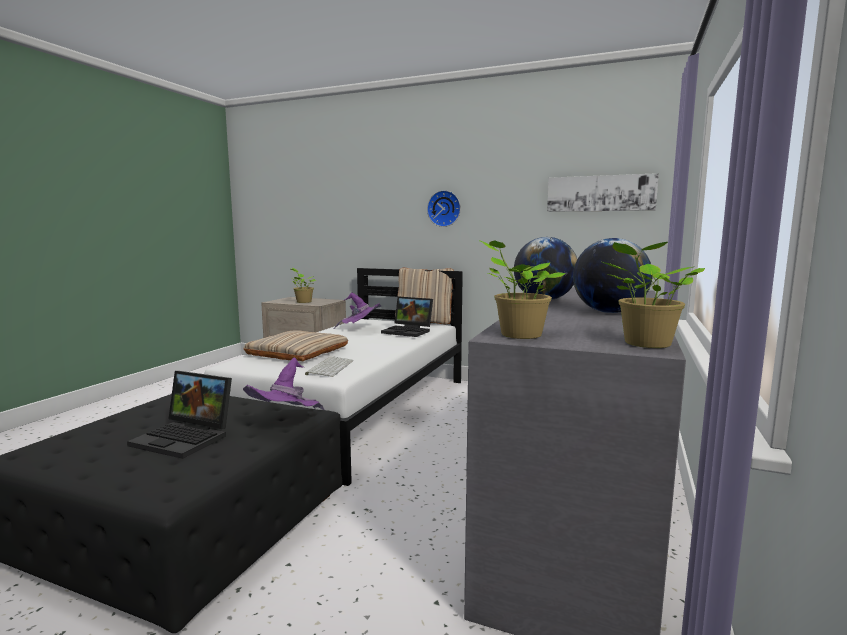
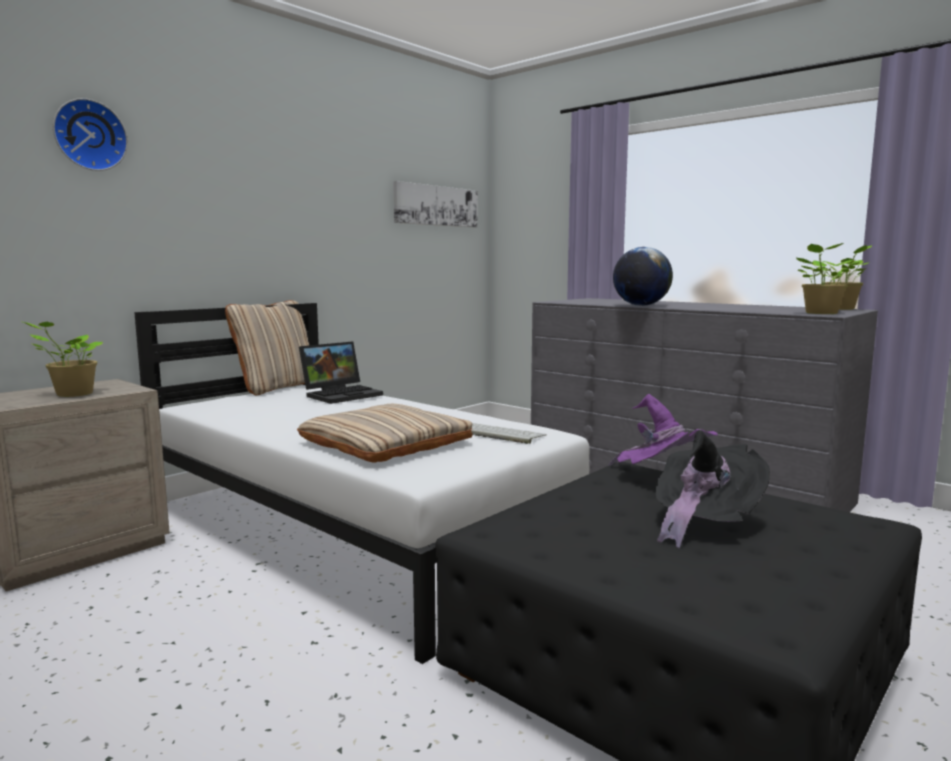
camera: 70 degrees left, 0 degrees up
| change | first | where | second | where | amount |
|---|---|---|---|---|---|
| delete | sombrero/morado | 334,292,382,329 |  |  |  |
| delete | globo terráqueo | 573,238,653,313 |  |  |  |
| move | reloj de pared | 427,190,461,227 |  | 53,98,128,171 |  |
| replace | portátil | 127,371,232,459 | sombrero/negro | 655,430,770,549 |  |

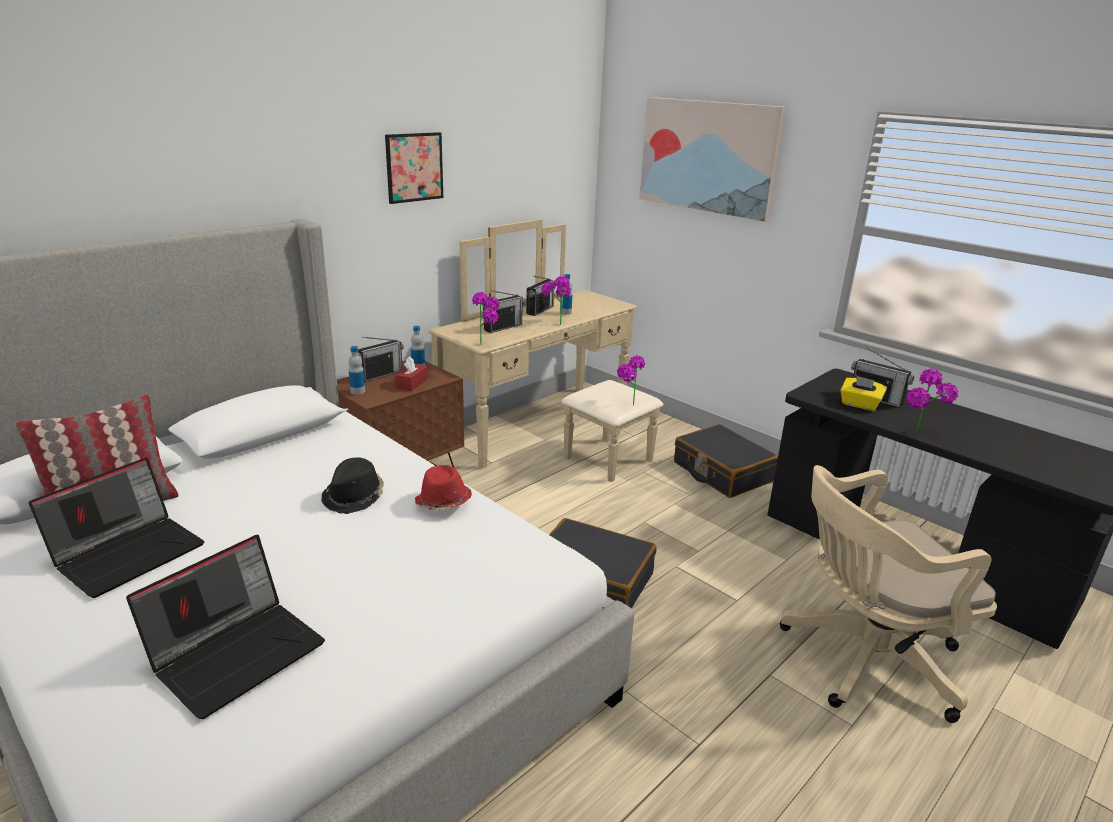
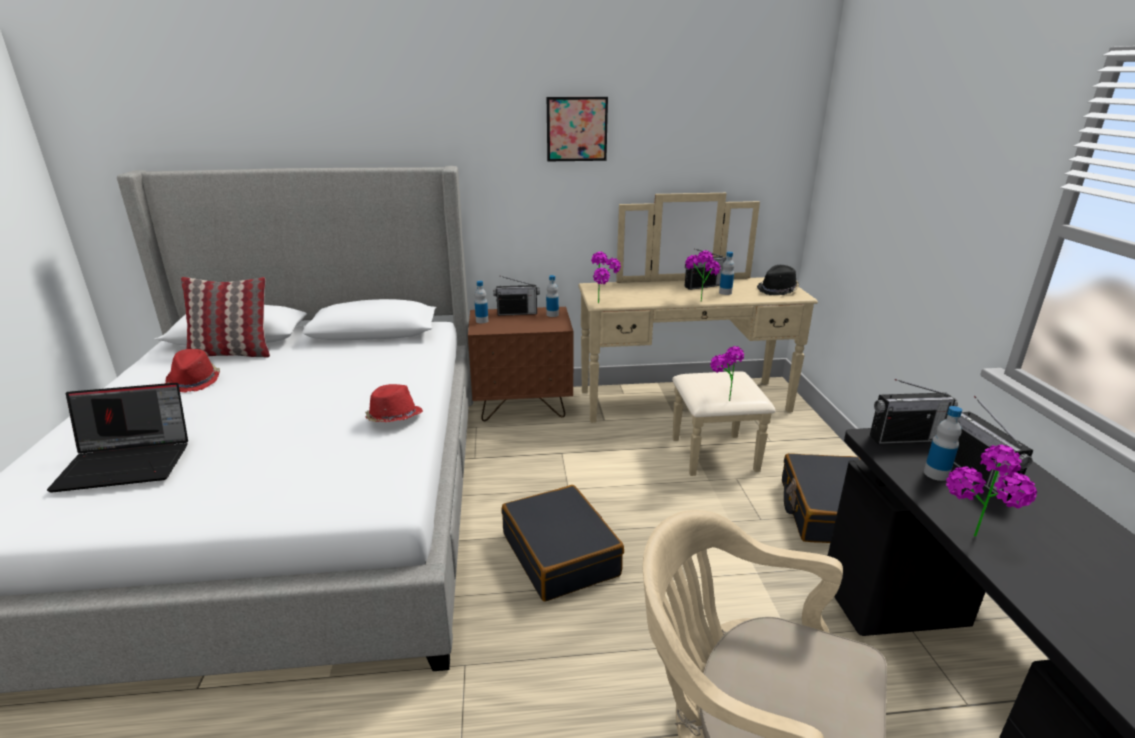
camera: 40 degrees right, 0 degrees up
| change | first | where | second | where | amount |
|---|---|---|---|---|---|
| delete | caja de pañuelos/rojo | 395,356,428,391 |  |  |  |
| delete | cuadro | 639,97,786,222 |  |  |  |
| move | sombrero/negro | 321,458,384,514 |  | 757,265,799,295 |  |
| move | radio | 483,290,525,333 |  | 870,379,958,444 |  |
| replace | portátil | 29,457,204,598 | sombrero/rojo | 165,349,220,393 |  |
| replace | caja de pañuelos/amarillo | 841,376,887,411 | botella | 924,406,962,481 |  |

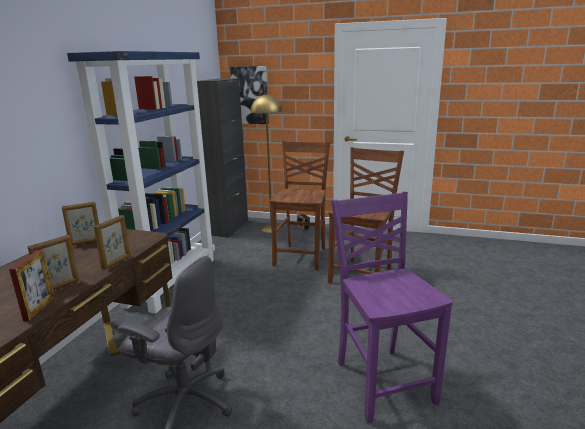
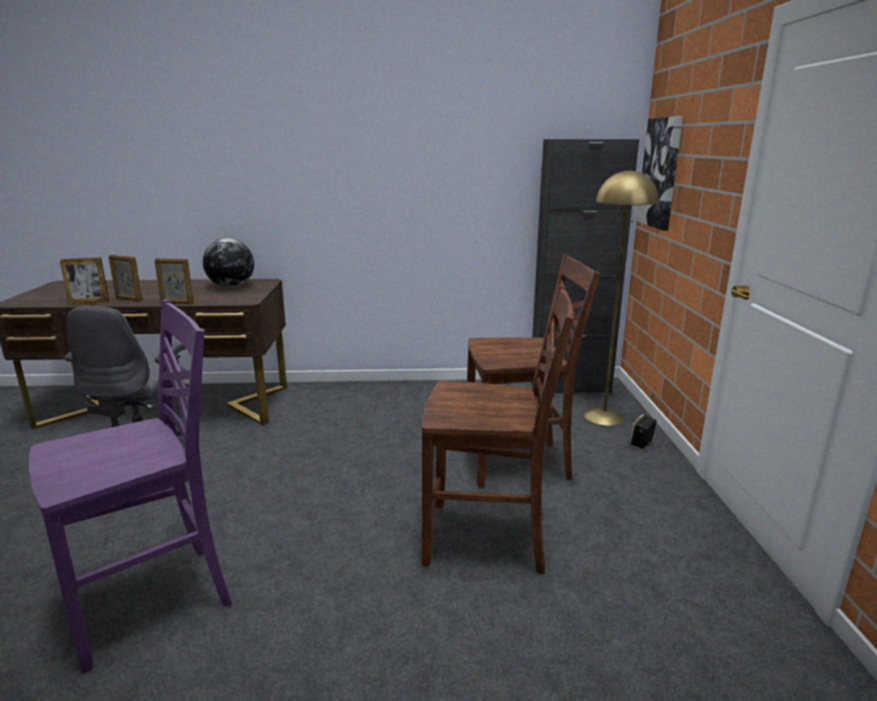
camera: 70 degrees right, 0 degrees up
| change | first | where | second | where | amount |
|---|---|---|---|---|---|
| delete | estantería/azul | 67,51,215,314 |  |  |  |
| replace | portarretratos | 62,202,99,245 | globo terráqueo | 203,238,254,288 |  |

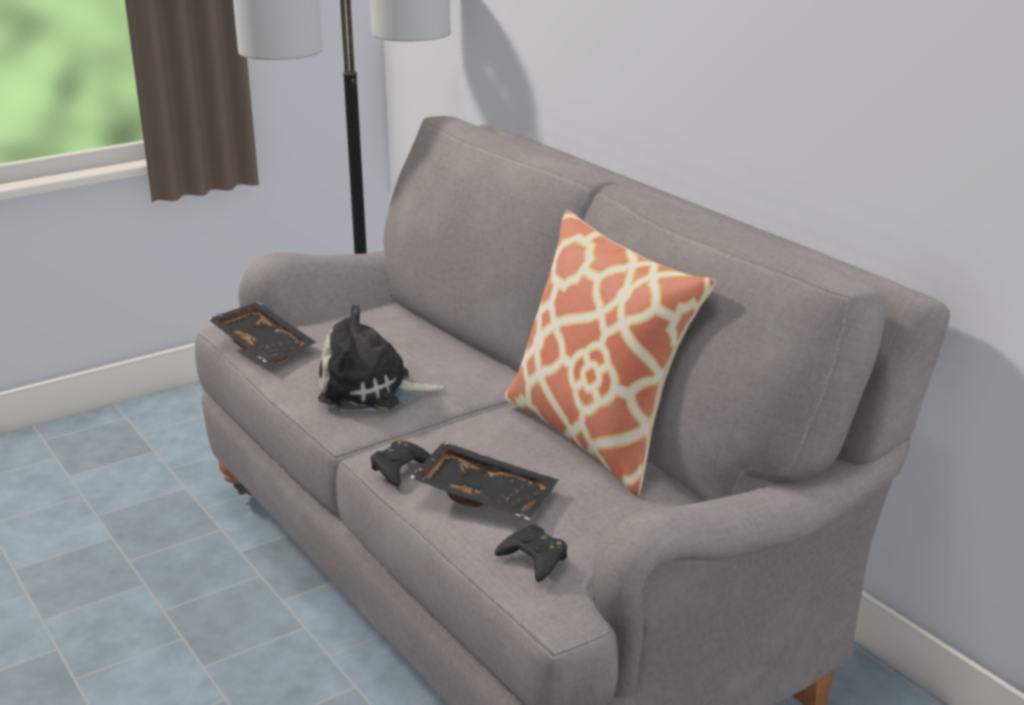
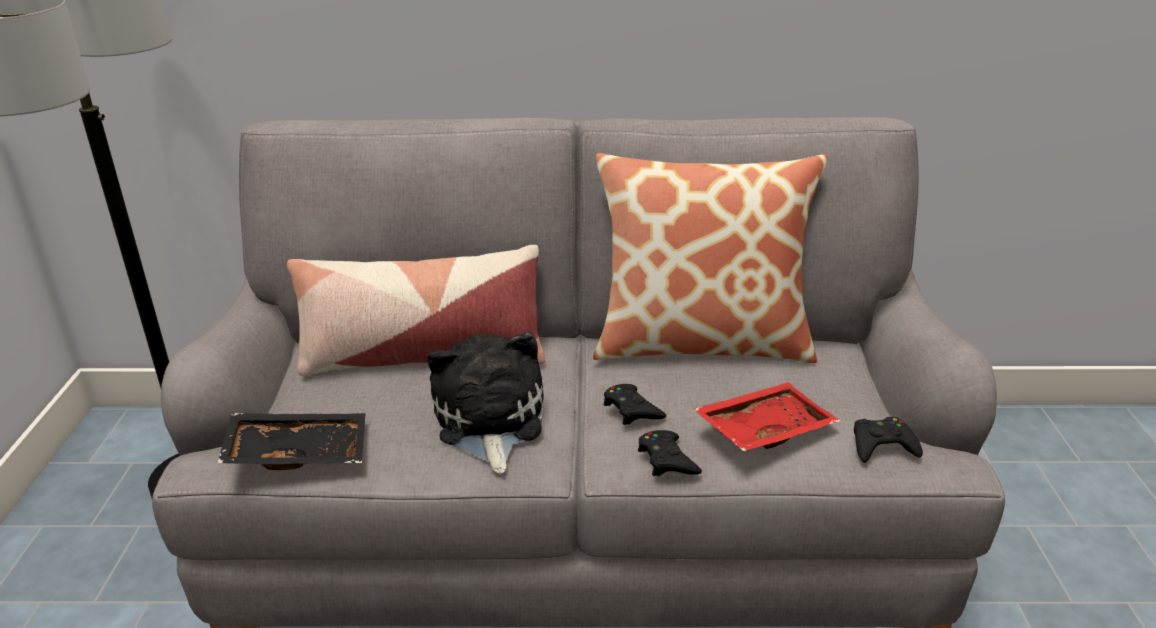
camera: 55 degrees left, 5 degrees up
| change | first | where | second | where | amount |
|---|---|---|---|---|---|
| insert |  |  | cojín | 287,245,545,376 |  |
| insert |  |  | mando de consola/negro | 604,384,666,425 |  |
| recolor | bandeja/negro | 409,441,558,520 | bandeja/rojo | 694,382,840,451 |  |
| rotate | peluche | 318,304,443,410 |  | 428,332,544,473 | 135 degrees clockwise |

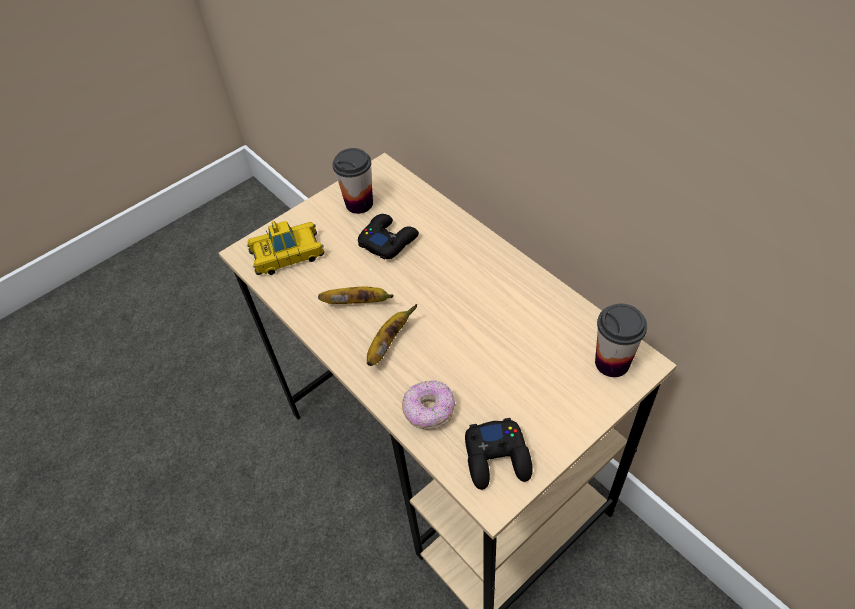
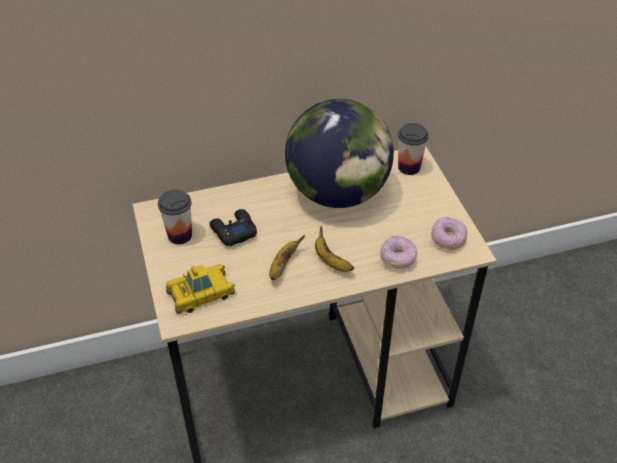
camera: 70 degrees left, 5 degrees down
| change | first | where | second | where | amount |
|---|---|---|---|---|---|
| insert |  |  | globo terráqueo | 285,99,394,208 |  |
| replace | mando de consola/negro | 465,418,532,490 | rosquilla | 431,217,468,250 |  |
| rotate | coche de juguete | 247,221,324,275 |  | 166,264,235,314 | 60 degrees clockwise |

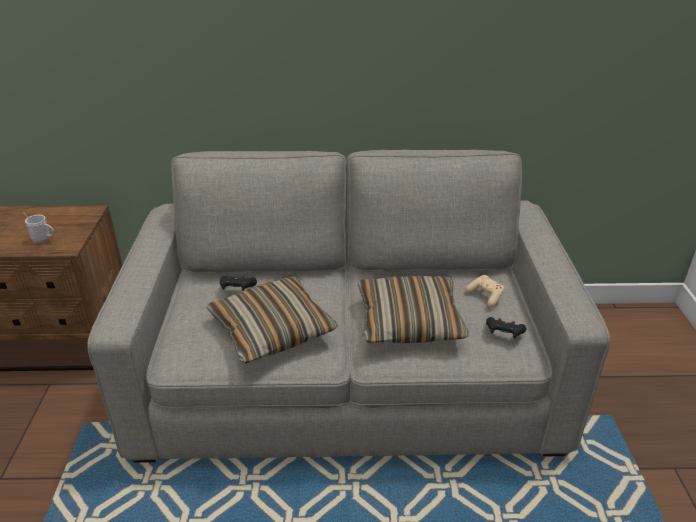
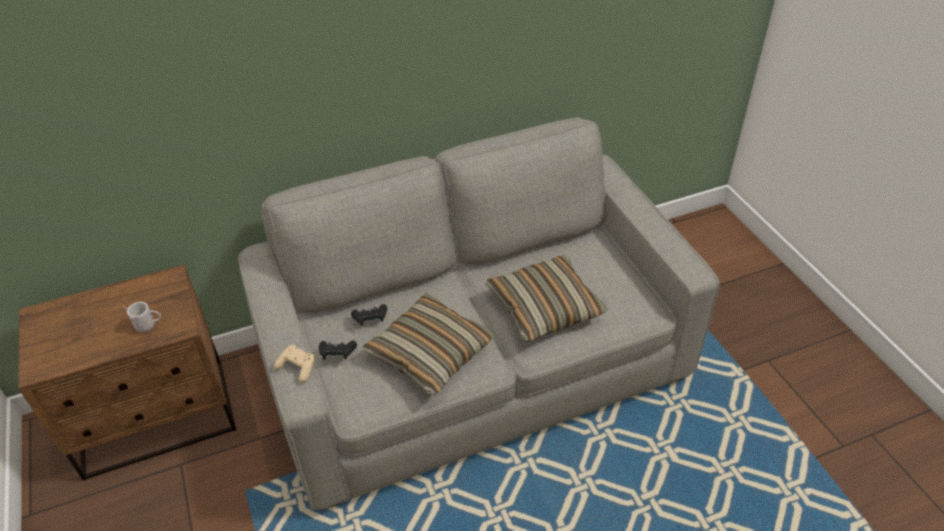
camera: 20 degrees left, 10 degrees up
| change | first | where | second | where | amount |
|---|---|---|---|---|---|
| move | mando de consola/beis | 465,275,505,307 |  | 274,345,315,383 |  |
| move | mando de consola/negro | 486,317,526,339 |  | 319,341,357,360 |  |

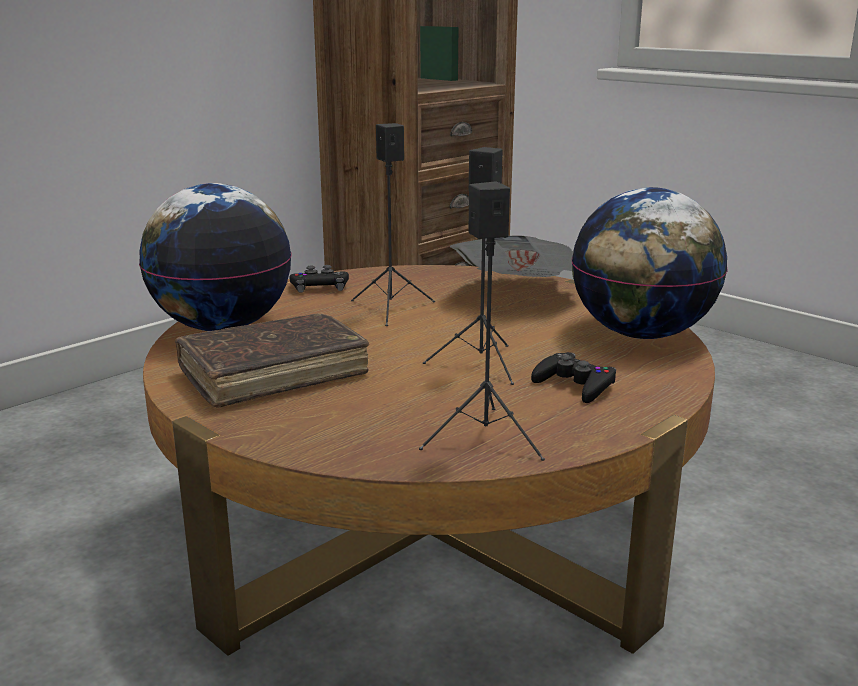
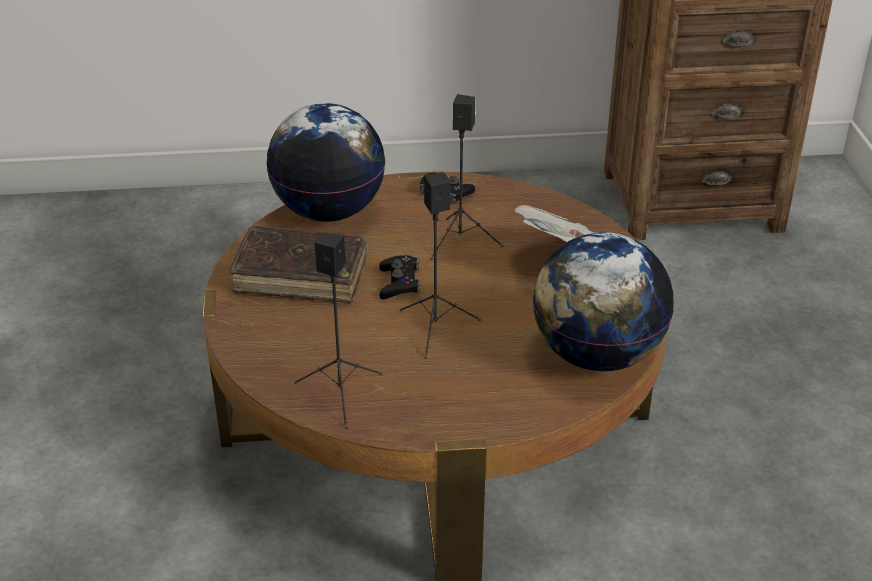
camera: 40 degrees right, 15 degrees up
| change | first | where | second | where | amount |
|---|---|---|---|---|---|
| move | mando de consola/negro | 531,352,616,403 |  | 379,255,421,299 |  |

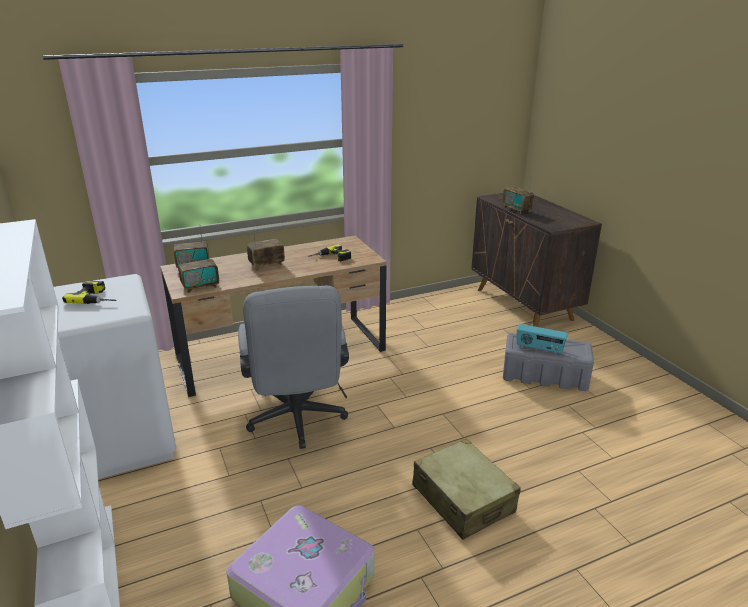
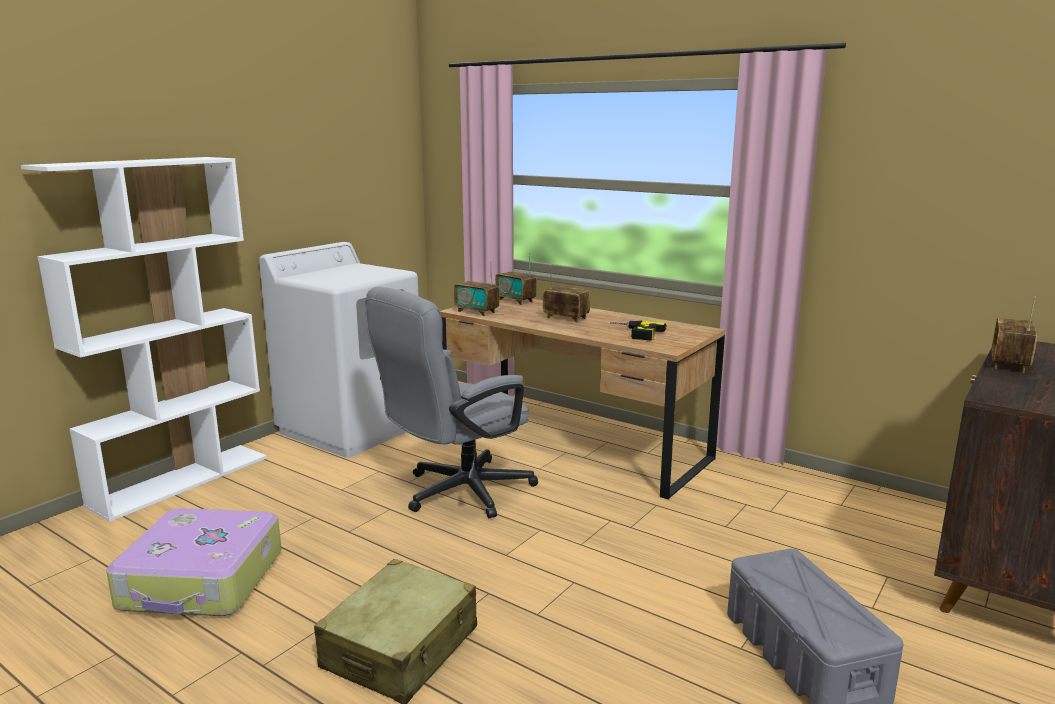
camera: 60 degrees right, 10 degrees down
| change | first | where | second | where | amount |
|---|---|---|---|---|---|
| delete | taladro | 62,281,117,304 |  |  |  |
| delete | radio | 517,324,568,355 |  |  |  |

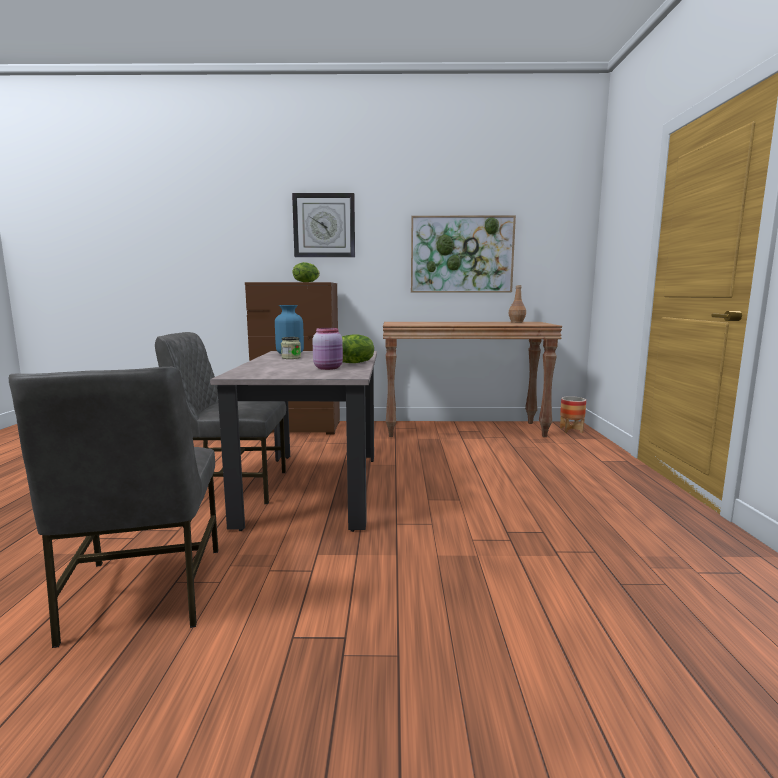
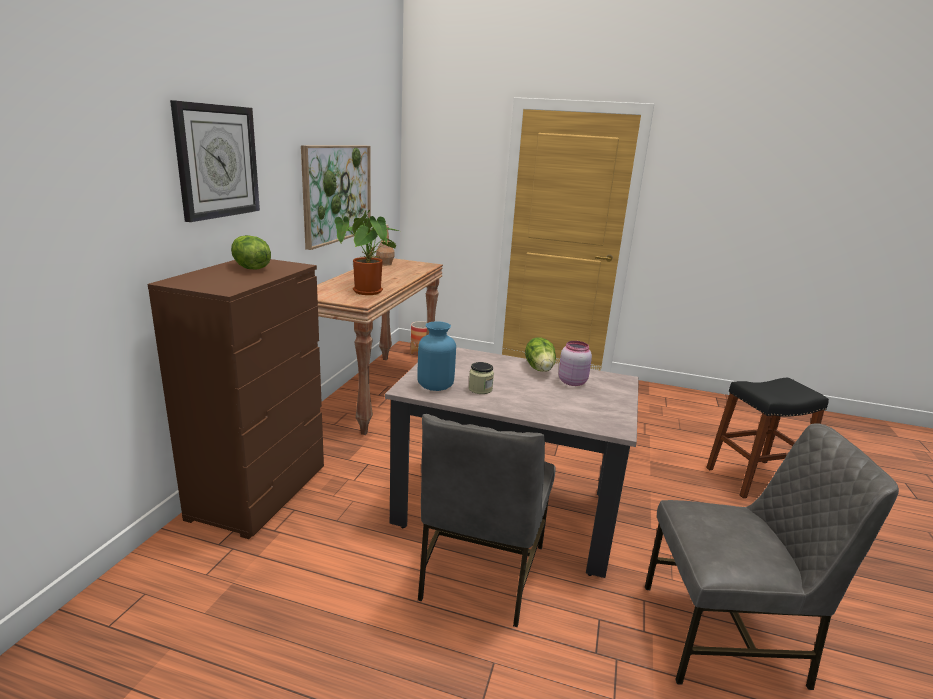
camera: 75 degrees left, 10 degrees up
| change | first | where | second | where | amount |
|---|---|---|---|---|---|
| insert |  |  | planta en maceta | 335,210,399,295 |  |
| insert |  |  | taburete/negro | 706,378,829,498 |  |

